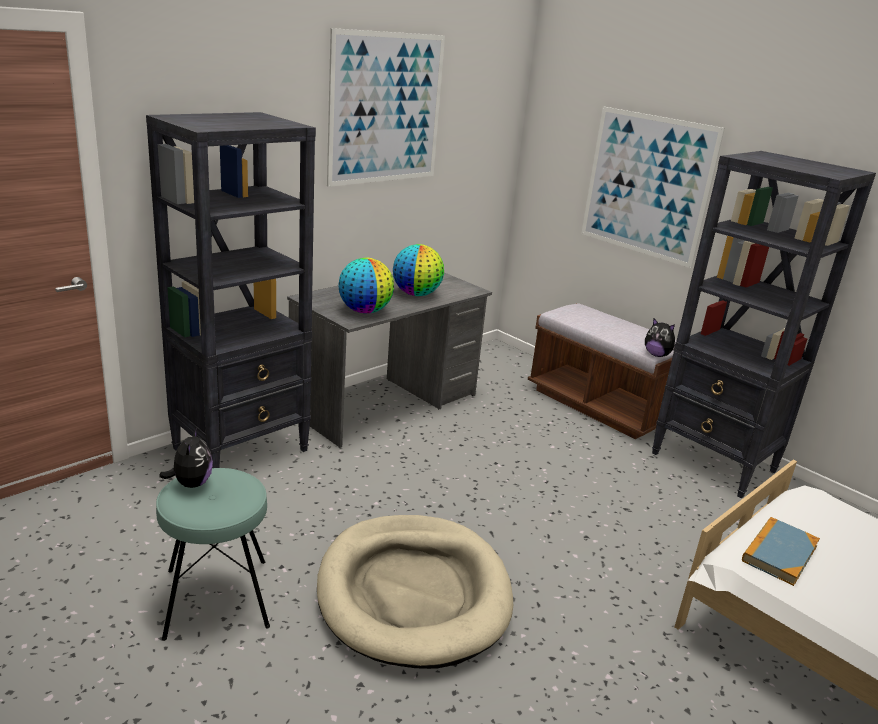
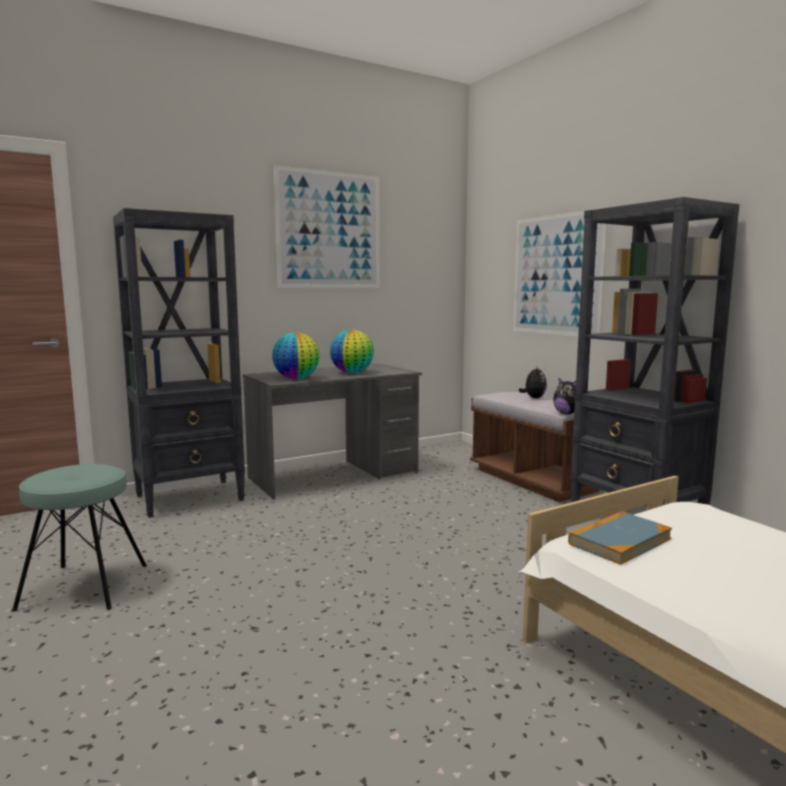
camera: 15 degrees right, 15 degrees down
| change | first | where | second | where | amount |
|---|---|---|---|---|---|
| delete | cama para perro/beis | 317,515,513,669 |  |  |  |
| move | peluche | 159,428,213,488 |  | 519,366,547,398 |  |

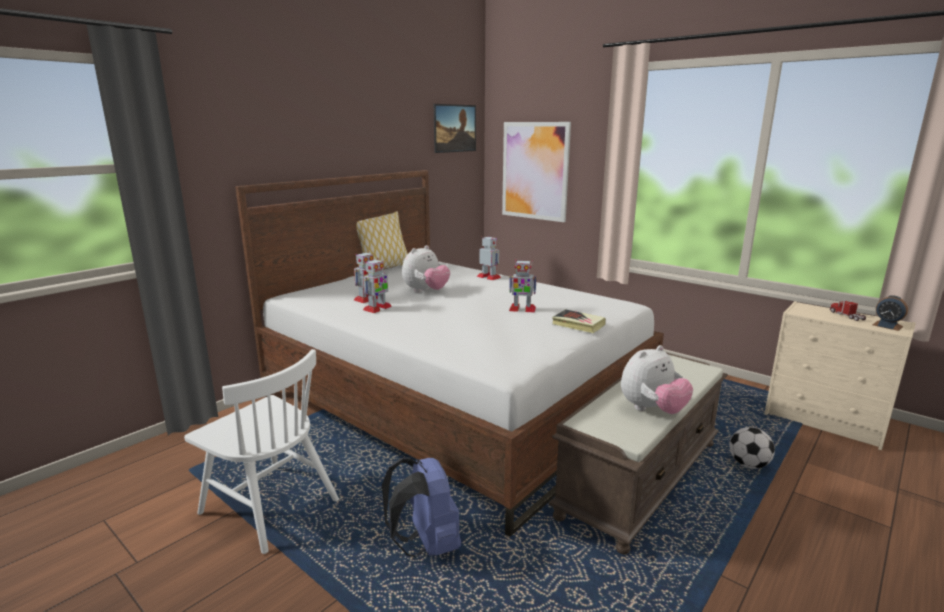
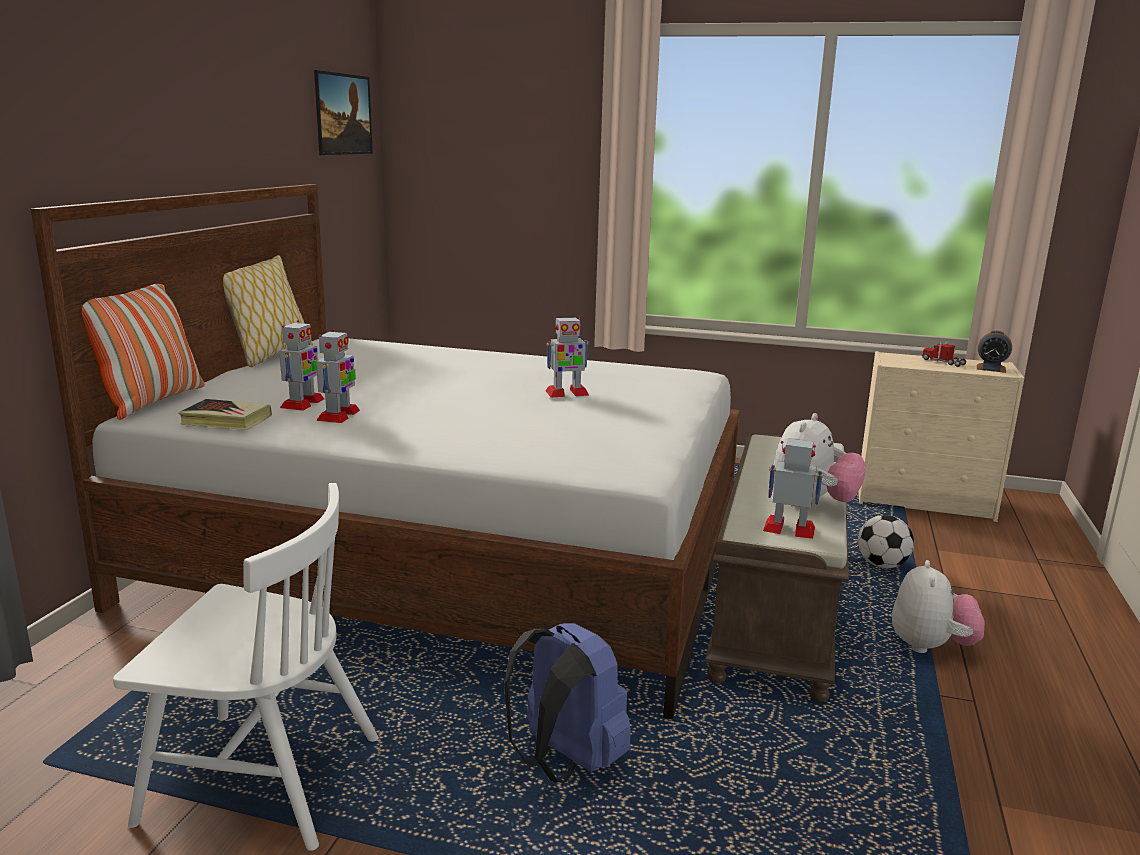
camera: 25 degrees left, 0 degrees up
| change | first | where | second | where | amount |
|---|---|---|---|---|---|
| delete | cuadro | 502,122,571,222 |  |  |  |
| insert |  |  | cojín | 82,284,205,420 |  |
| move | peluche | 402,245,450,293 |  | 892,560,985,653 |  |
| move | robot de juguete | 477,237,501,280 |  | 763,438,823,539 |  |
| move | libro | 552,309,606,333 |  | 178,399,272,430 |  |

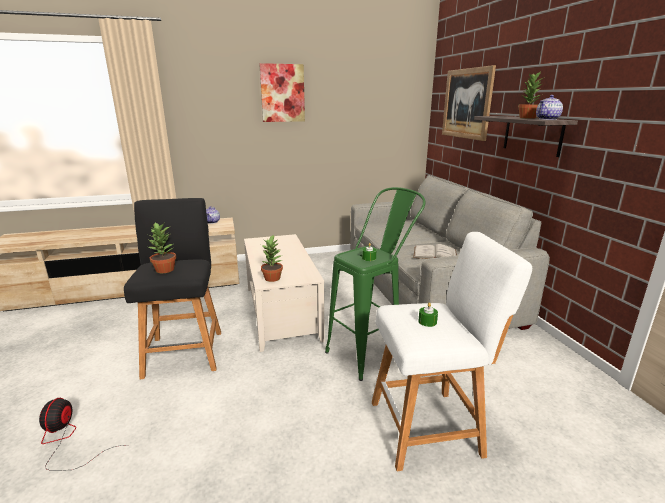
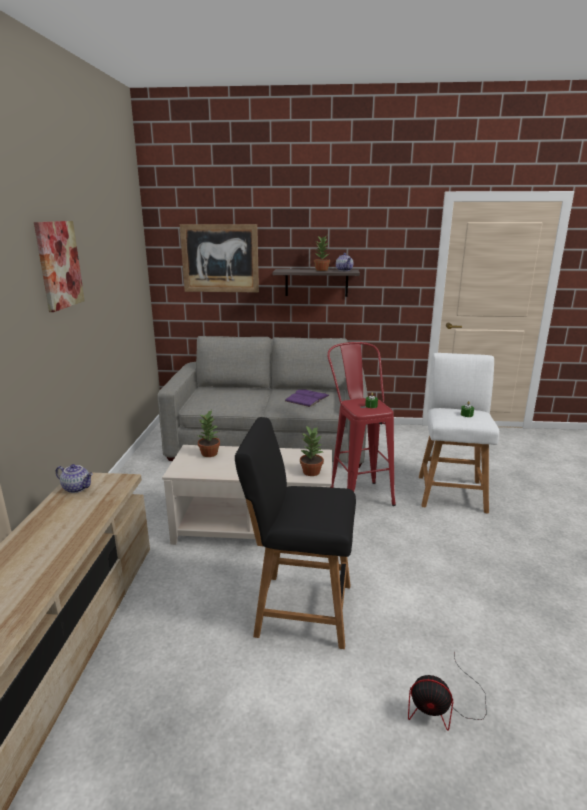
camera: 70 degrees left, 0 degrees up
| change | first | where | second | where | amount |
|---|---|---|---|---|---|
| move | planta en maceta | 149,222,176,273 |  | 198,410,220,457 |  |
| recolor | taburete/verde | 325,187,426,381 | taburete/rojo | 327,342,396,506 |  |
| recolor | libro/blanco | 413,244,457,259 | libro/morado | 285,389,330,407 |  |

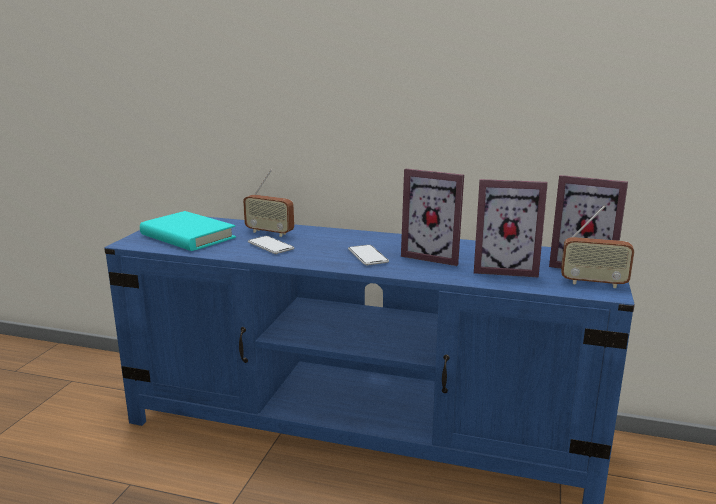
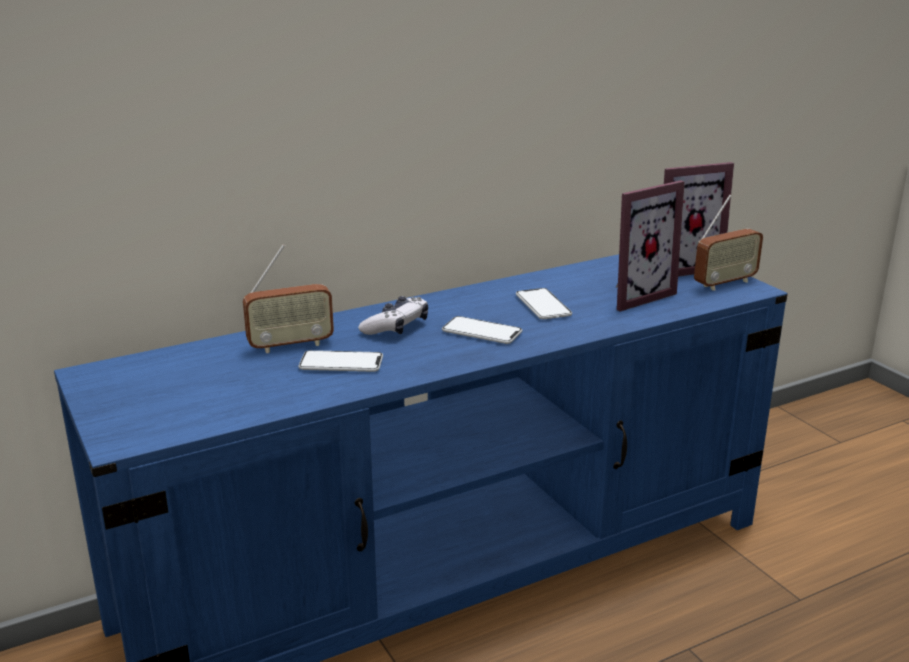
camera: 45 degrees left, 5 degrees up
| change | first | where | second | where | amount |
|---|---|---|---|---|---|
| delete | libro/turquesa | 140,211,236,251 |  |  |  |
| insert |  |  | mando de consola | 358,296,428,335 |  |
| replace | portarretratos | 401,169,464,266 | móvil | 516,288,572,319 |  |

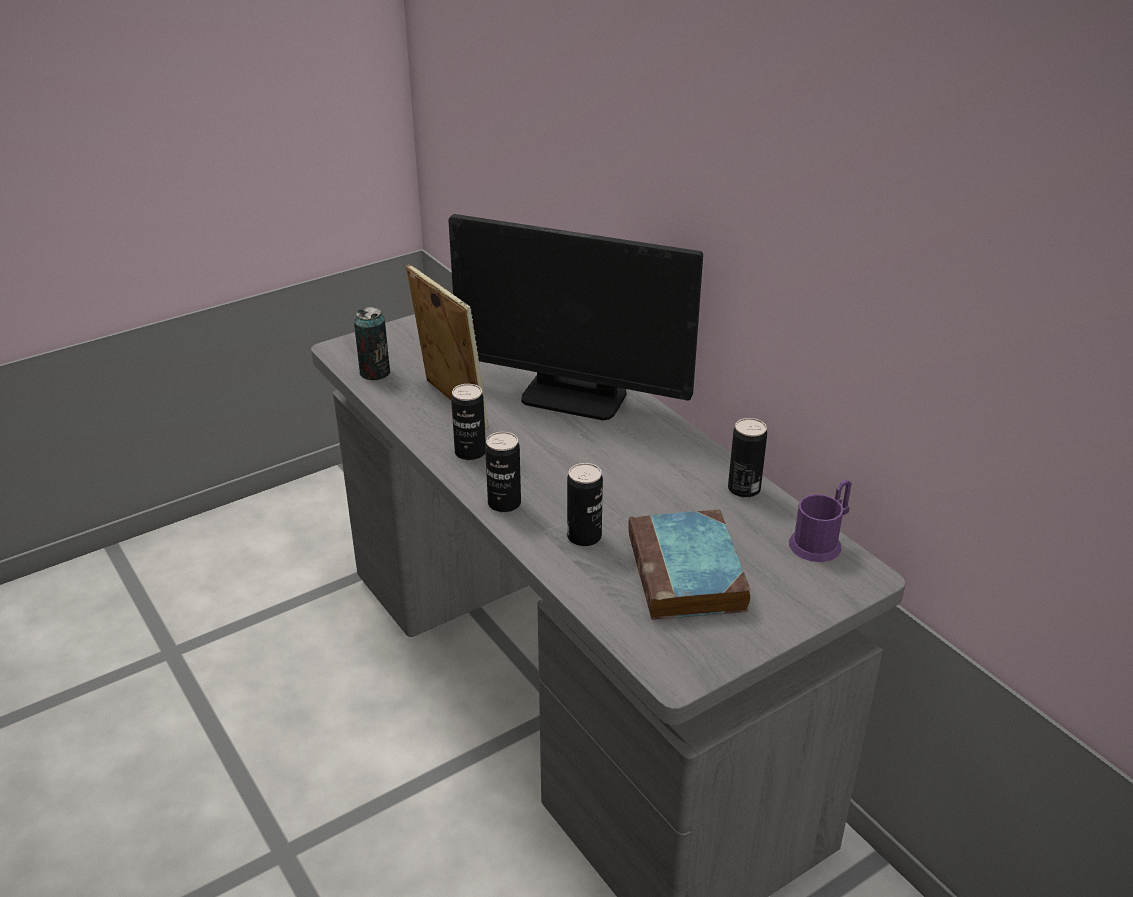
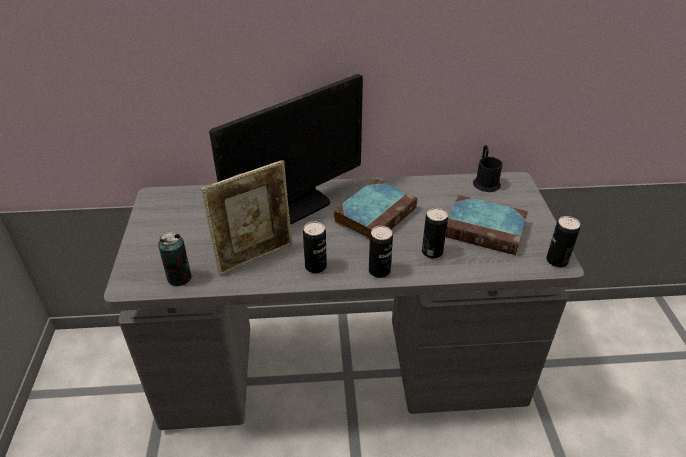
camera: 60 degrees left, 5 degrees up
| change | first | where | second | where | amount |
|---|---|---|---|---|---|
| insert |  |  | libro | 334,179,417,240 |  |
| move | lata | 728,418,767,498 |  | 546,216,580,267 |  |
| recolor | taza grande/morado | 789,480,852,562 | taza grande/negro | 473,145,503,192 |  |
| rotate | portarretratos | 406,264,489,429 |  | 201,160,293,276 | 150 degrees clockwise |

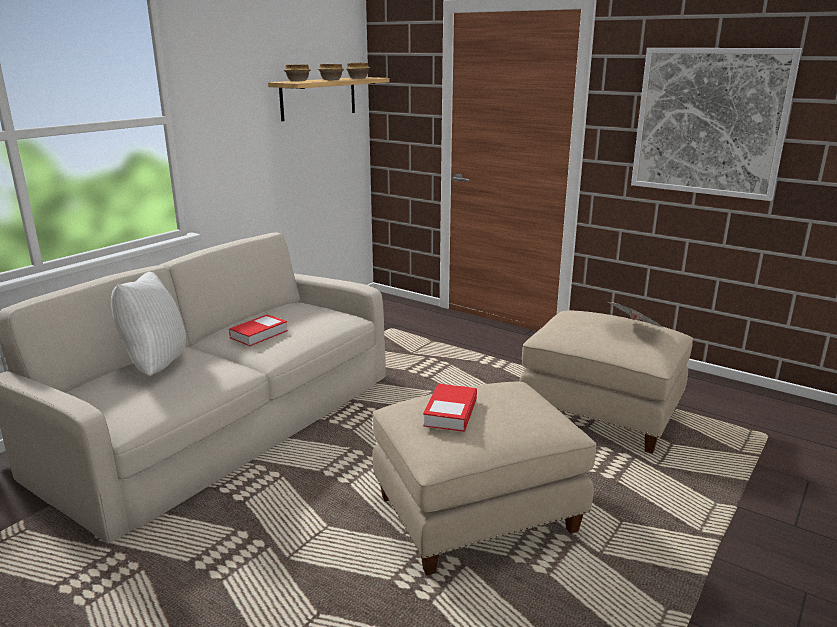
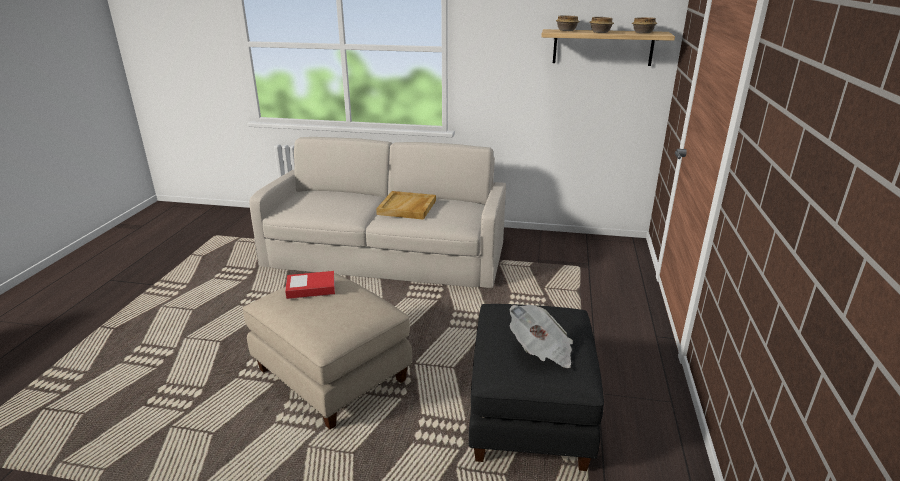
camera: 65 degrees right, 5 degrees up
| change | first | where | second | where | amount |
|---|---|---|---|---|---|
| delete | cojín/blanco | 111,272,186,376 |  |  |  |
| delete | cuadro | 631,48,802,201 |  |  |  |
| replace | libro | 229,314,288,346 | bandeja/beis | 376,191,436,220 |  |
| recolor | puf/beis | 519,311,693,454 | puf/negro | 468,304,604,471 |  |

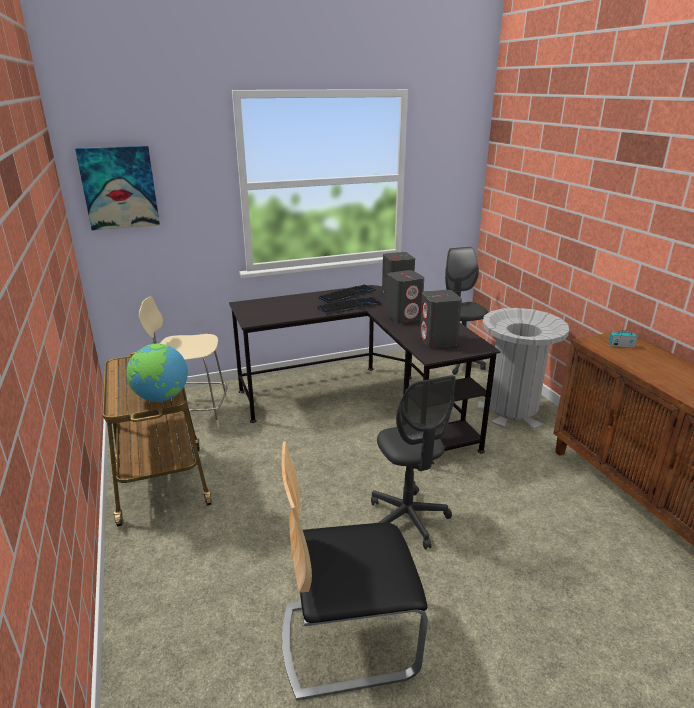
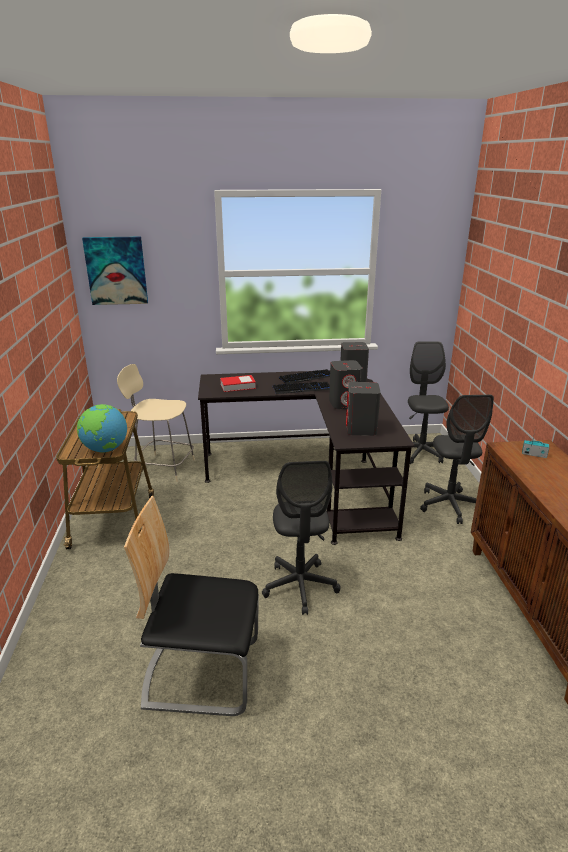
camera: 15 degrees right, 0 degrees up
| change | first | where | second | where | amount |
|---|---|---|---|---|---|
| insert |  |  | libro | 220,375,256,392 |  |
| replace | papelera/gris | 478,308,569,429 | silla de oficina/gris | 420,395,494,524 |  |

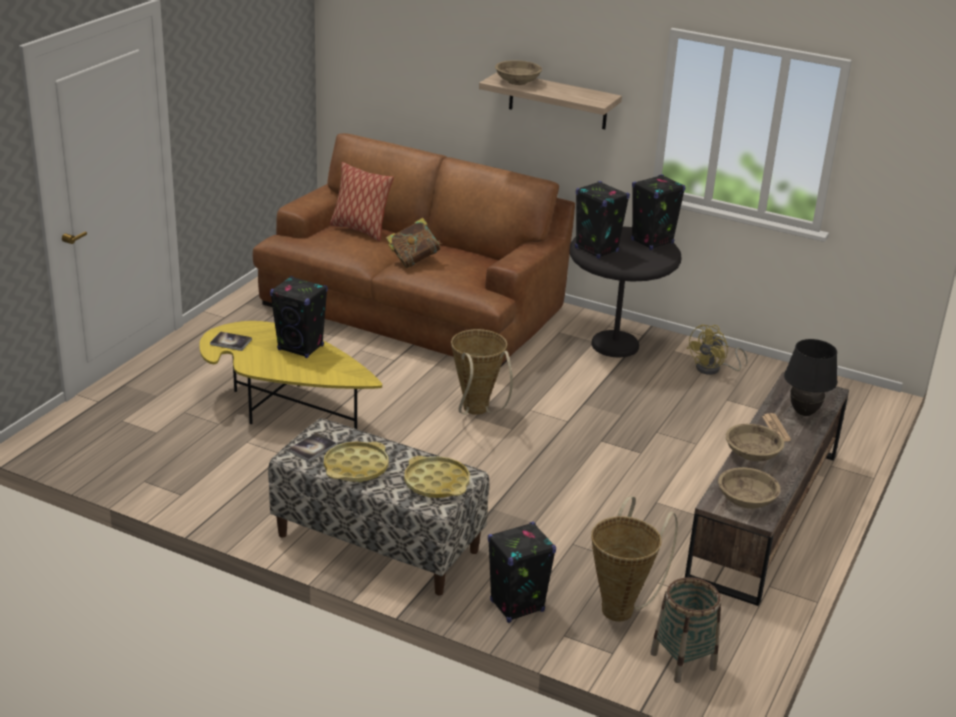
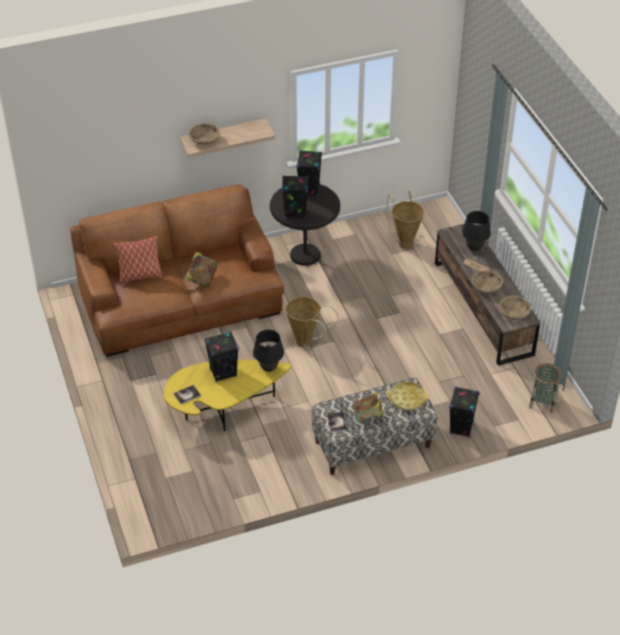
camera: 45 degrees left, 15 degrees up
| change | first | where | second | where | amount |
|---|---|---|---|---|---|
| delete | ventilador/amarillo | 687,325,748,375 |  |  |  |
| insert |  |  | lámpara de mesa/negro | 253,330,284,372 |  |
| move | cesta | 591,496,678,622 |  | 387,191,424,249 |  |
| replace | bandeja/amarillo | 324,441,388,482 | libro | 353,392,384,423 |  |

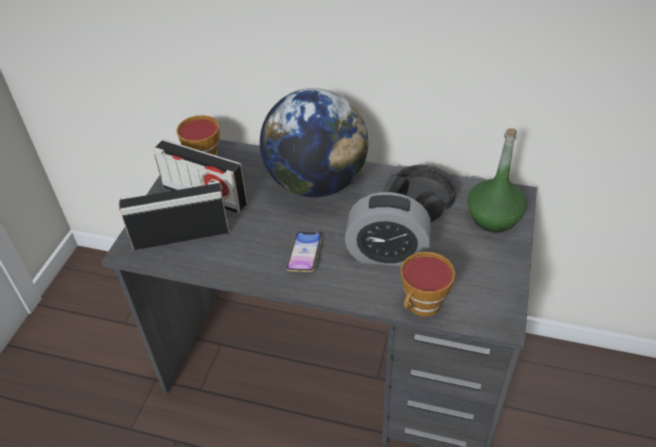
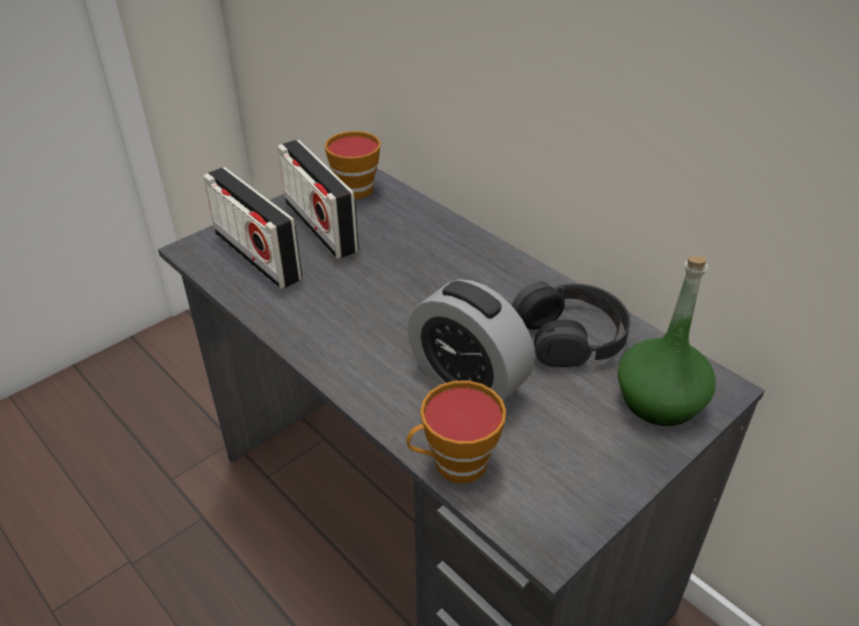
camera: 30 degrees right, 5 degrees down
| change | first | where | second | where | amount |
|---|---|---|---|---|---|
| delete | globo terráqueo | 260,88,368,198 |  |  |  |
| delete | móvil | 286,232,322,272 |  |  |  |
| rotate | radio | 119,181,229,250 |  | 203,167,302,289 | 150 degrees counterclockwise |

